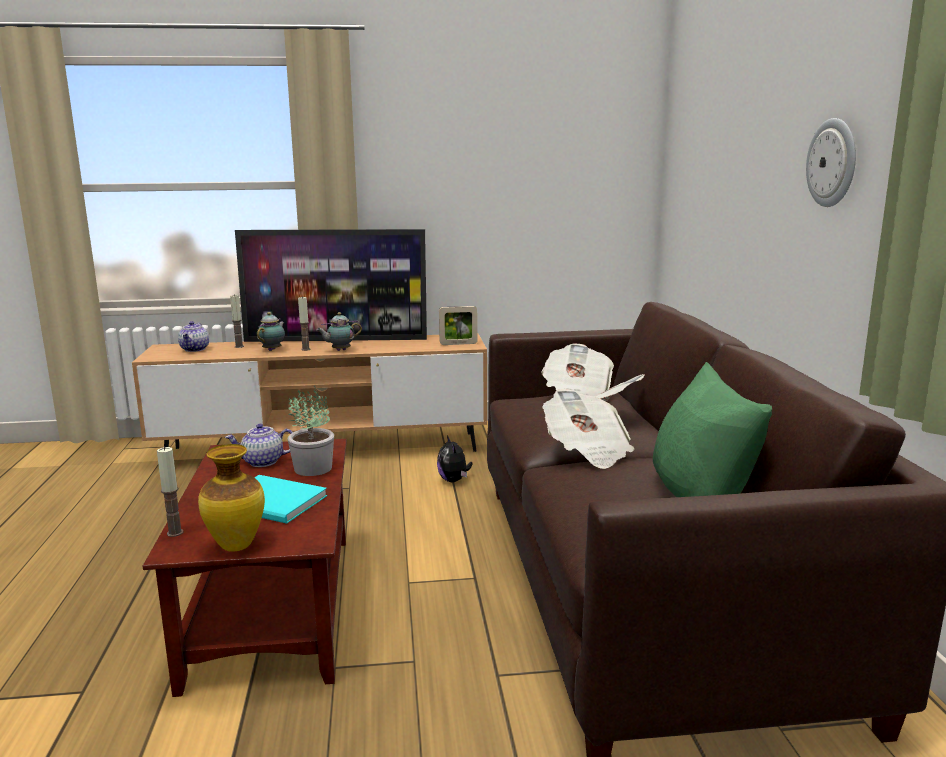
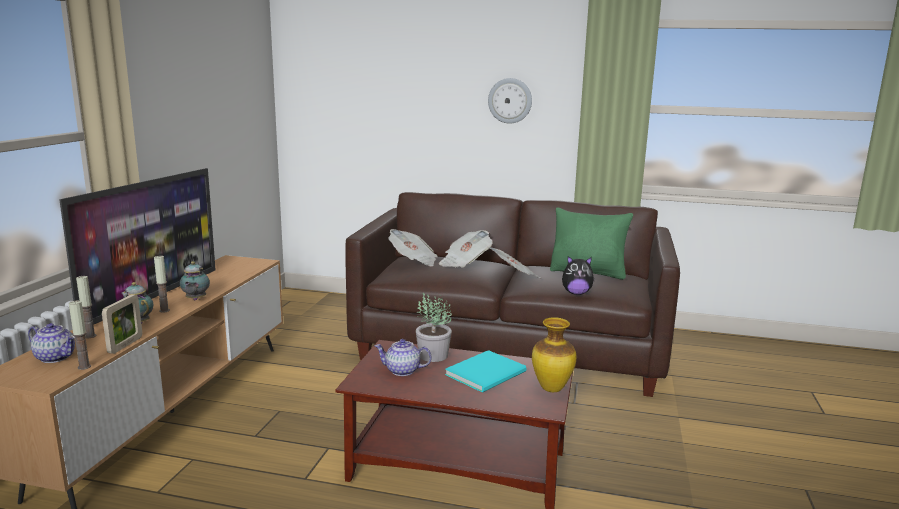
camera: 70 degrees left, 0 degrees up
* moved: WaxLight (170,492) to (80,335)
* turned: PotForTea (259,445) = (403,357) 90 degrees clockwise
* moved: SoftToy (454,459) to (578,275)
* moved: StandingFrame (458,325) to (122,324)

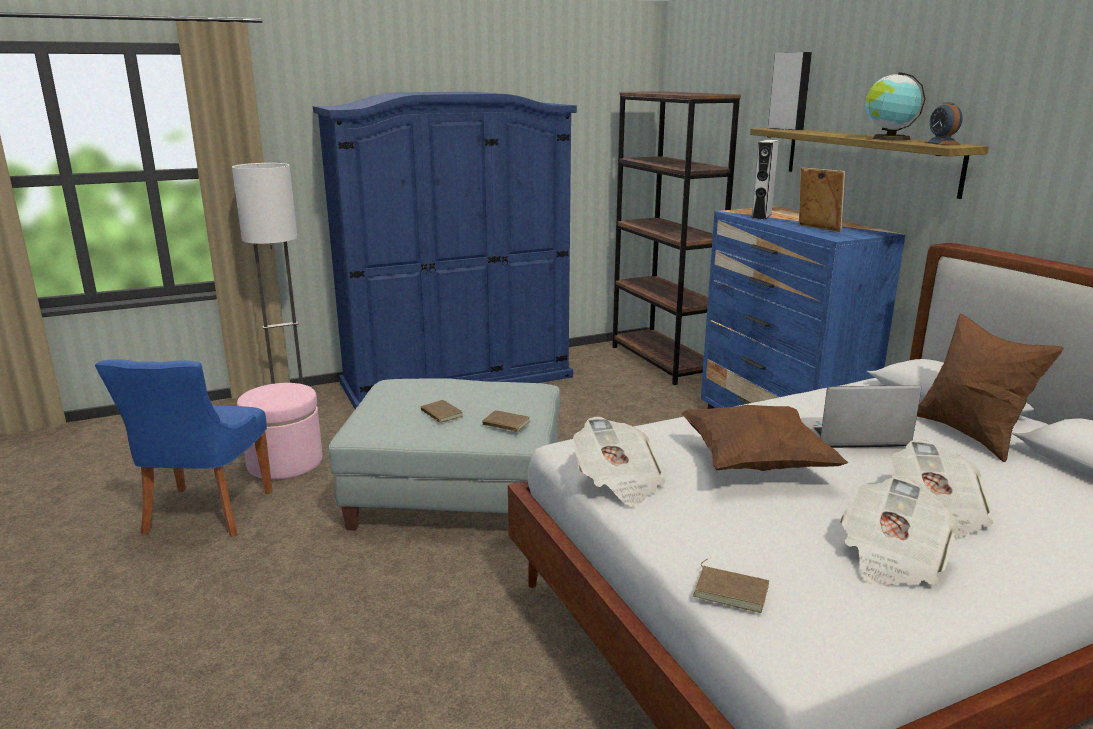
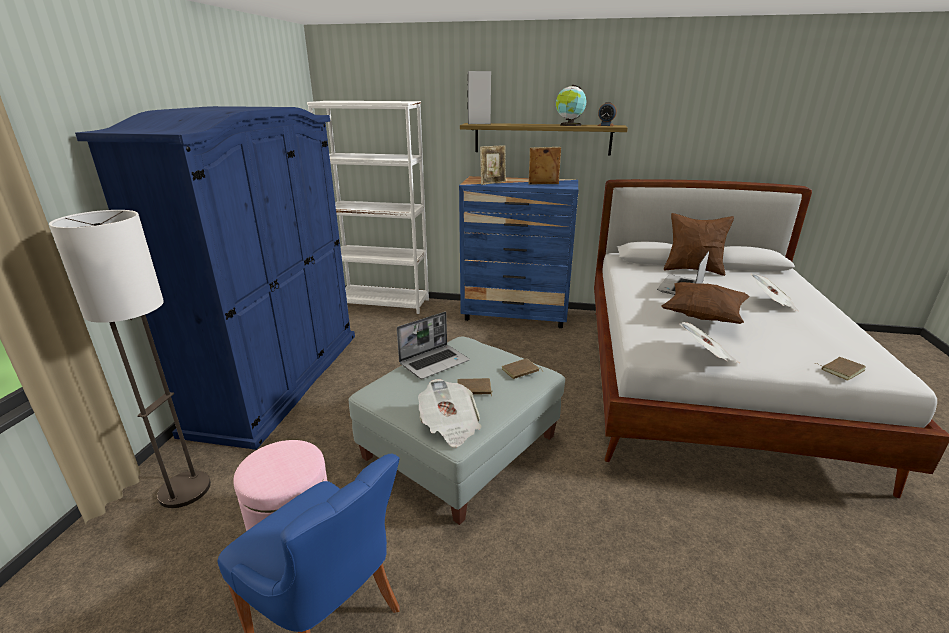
camera: 55 degrees left, 5 degrees up
* recoloured: BrownColouredShelvingUnit (676,238) to WhiteColouredShelvingUnit (368,207)
* replaced: GreyishAudioSpeaker (765,180) to StandingFrame (493,165)
* moved: DailyPaper (899,531) to (449,413)
* added: NotebookComputer (433,345)

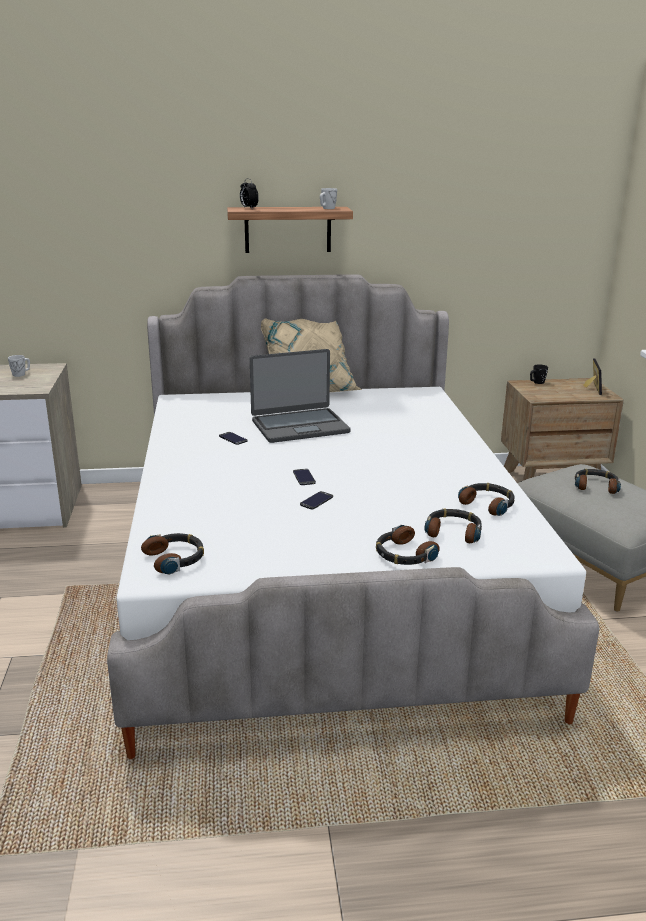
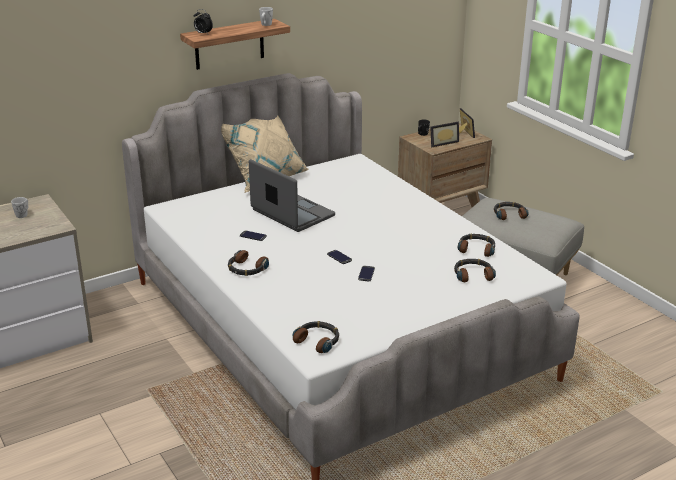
camera: 25 degrees left, 5 degrees up
* turned: NotebookComputer (300,396) = (292,195) 90 degrees counterclockwise
* moved: Headphones (408,545) to (248,263)
* added: StandingFrame (444,134)

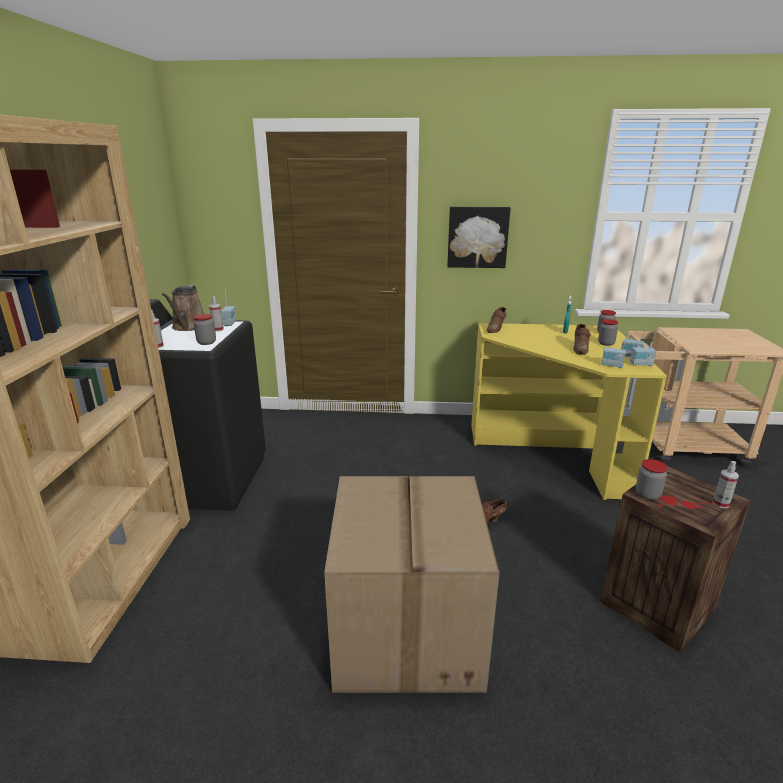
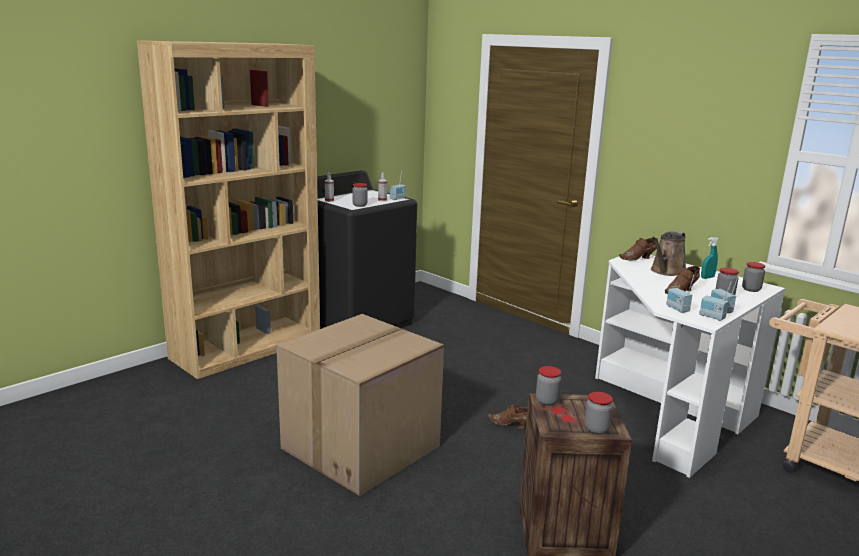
camera: 40 degrees right, 5 degrees down
* moved: BrownColouredWateringPot (183,308) to (668,253)
* removed: Picture (479,237)
* recoloured: YellowColouredDesk (569,411) to WhiteColouredDesk (690,366)
* replaced: HandSprayer (725,485) to StorageJar (599,413)

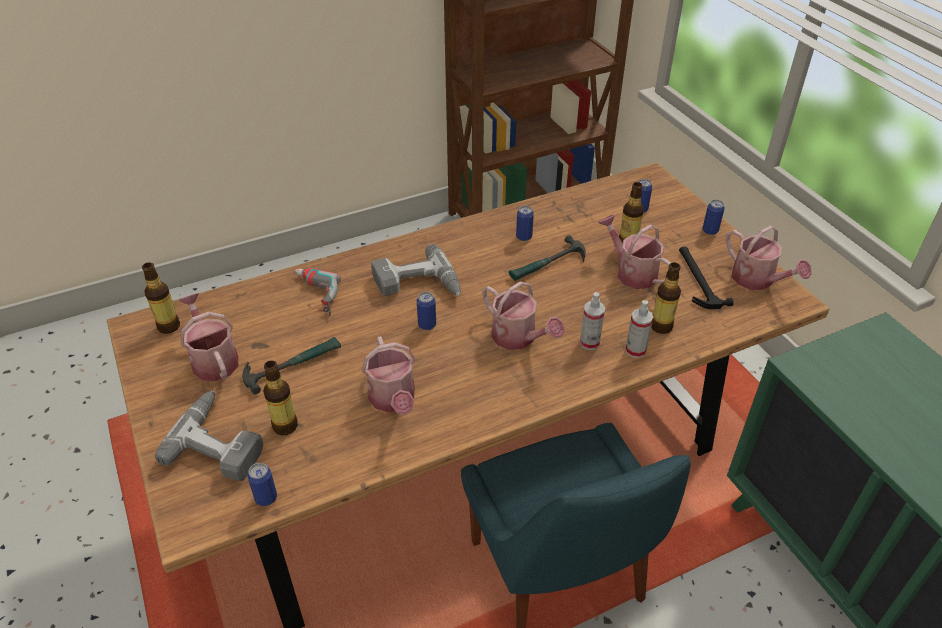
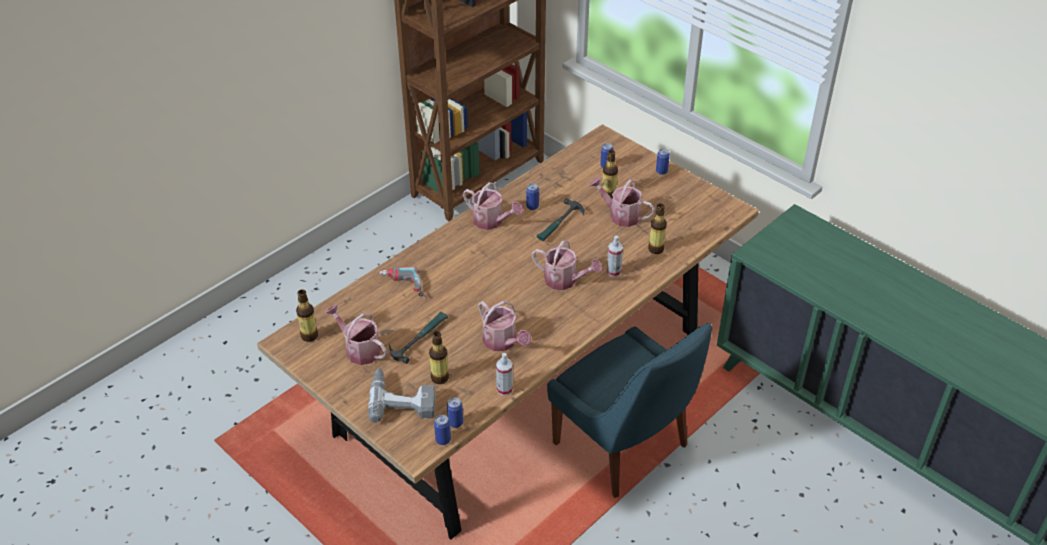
camera: 20 degrees left, 0 degrees up
* removed: Drill (416,270)
* moved: Can (426,311) to (442,430)
* moved: HandSprayer (639,329) to (504,374)
* removed: HandHammer (706,278)
* moved: WateringPot (769,258) to (493,206)

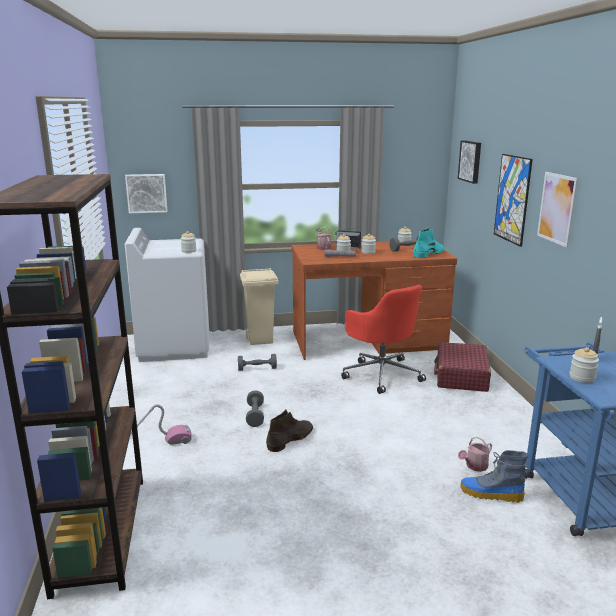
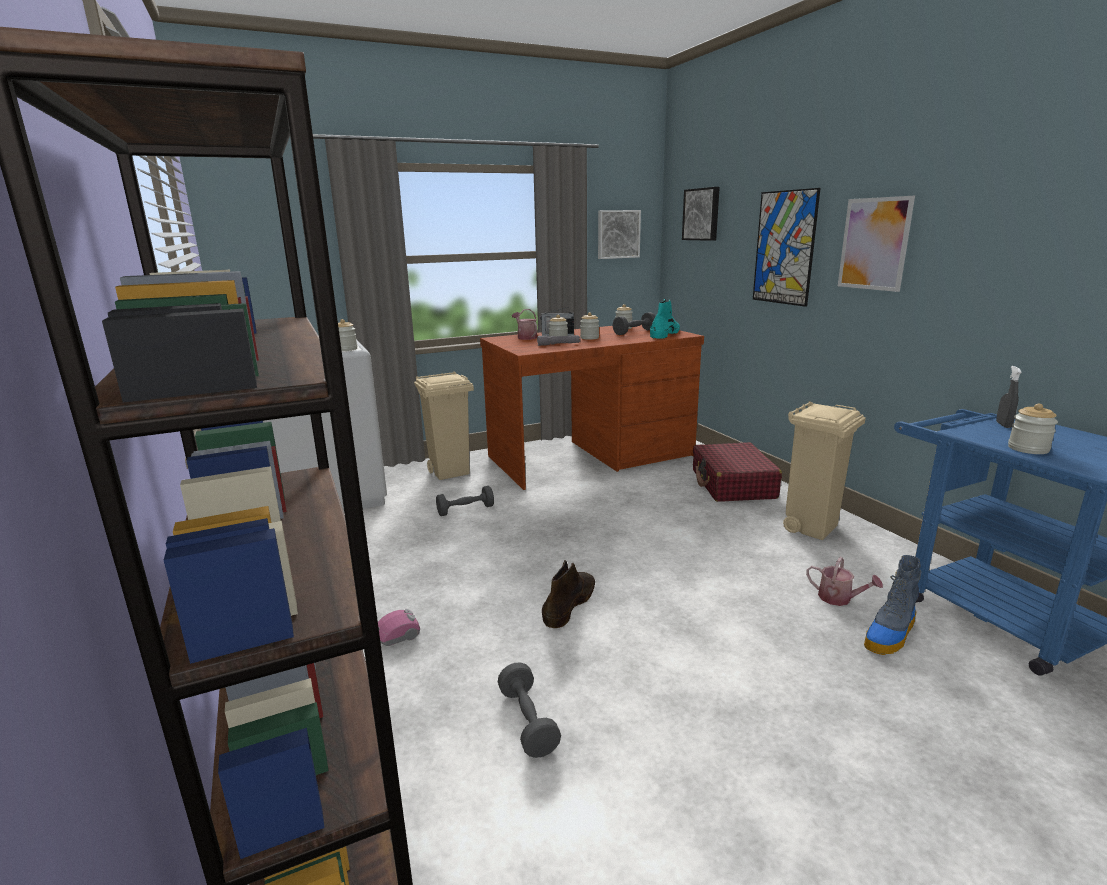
camera: 15 degrees left, 0 degrees up
* moved: Picture (146,193) to (619,234)
* moved: GreyishDumbbell (255,408) to (529,710)
* removed: RedDeskChair (383,339)
* turned: WateringPot (475,454) = (844,581) 90 degrees counterclockwise
* turned: HighTopBoot (494,476) = (892,605) 45 degrees counterclockwise
* added: SandColouredTrashCan (824,470)

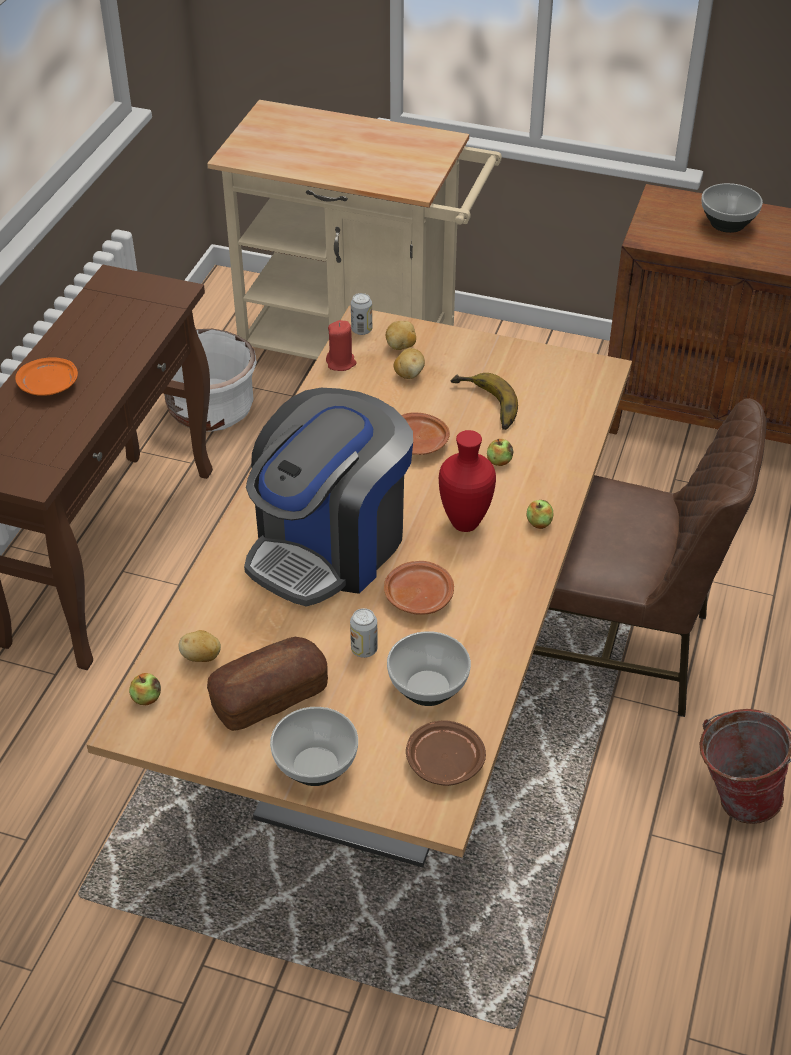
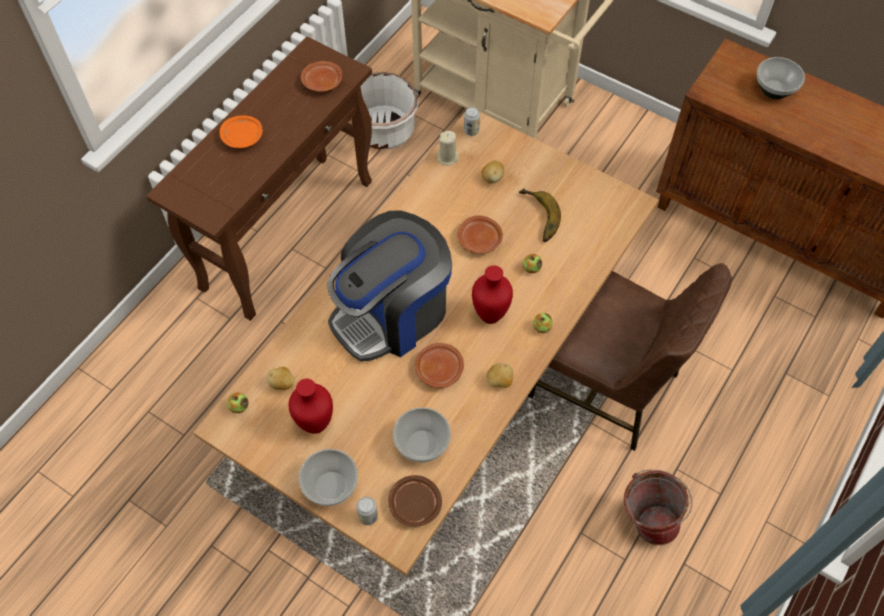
camera: 15 degrees right, 15 degrees up
* replaced: BakeryBread (267,684) to RedVase (310,406)
* recoloured: RedWaxLight (341,345) to SandColouredWaxLight (448,148)
* moved: Can (364,633) to (367,511)
* moved: WholePotato (401,335) to (500,375)
* added: BrownColouredFlatDish (321,76)

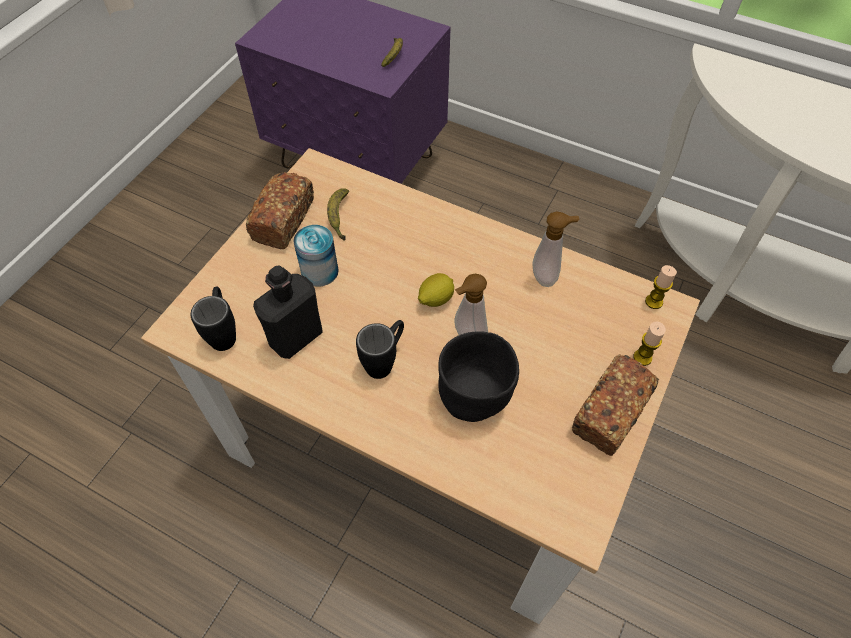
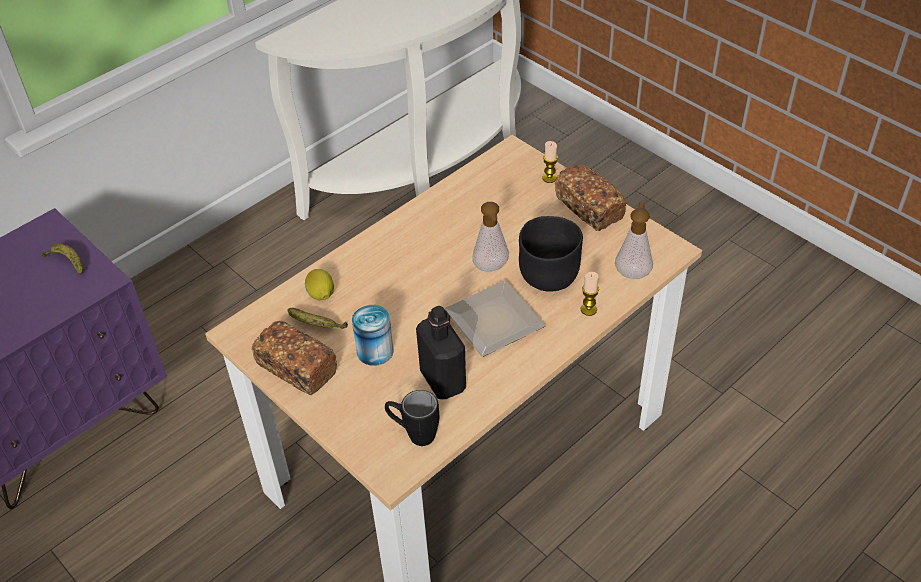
camera: 70 degrees left, 10 degrees down
* replaced: BlackishTeaMug (380,349) to FlatDish (495,318)
* moved: Lemon (436,290) to (319,284)
* moved: LiquidSoapBottle (555,249) to (634,240)
* moved: WaxLight (661,287) to (590,294)

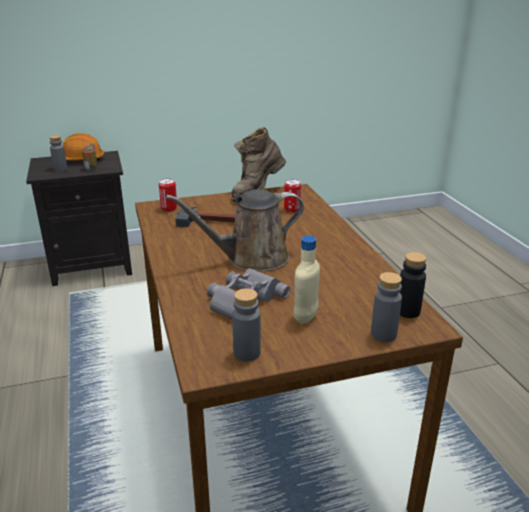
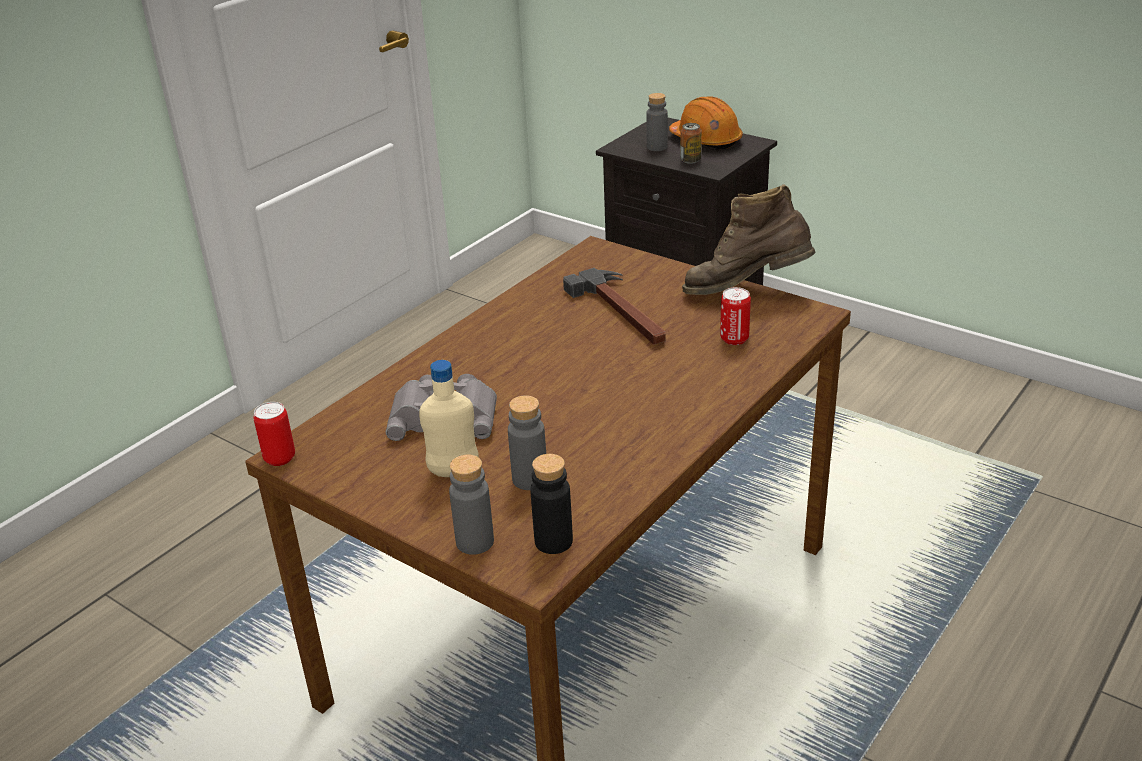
camera: 55 degrees right, 5 degrees up
* moved: Can (168,195) to (274,434)
* removed: BrownColouredWateringPot (235,230)
* moved: GreyishBottle (246,325) to (527,442)

